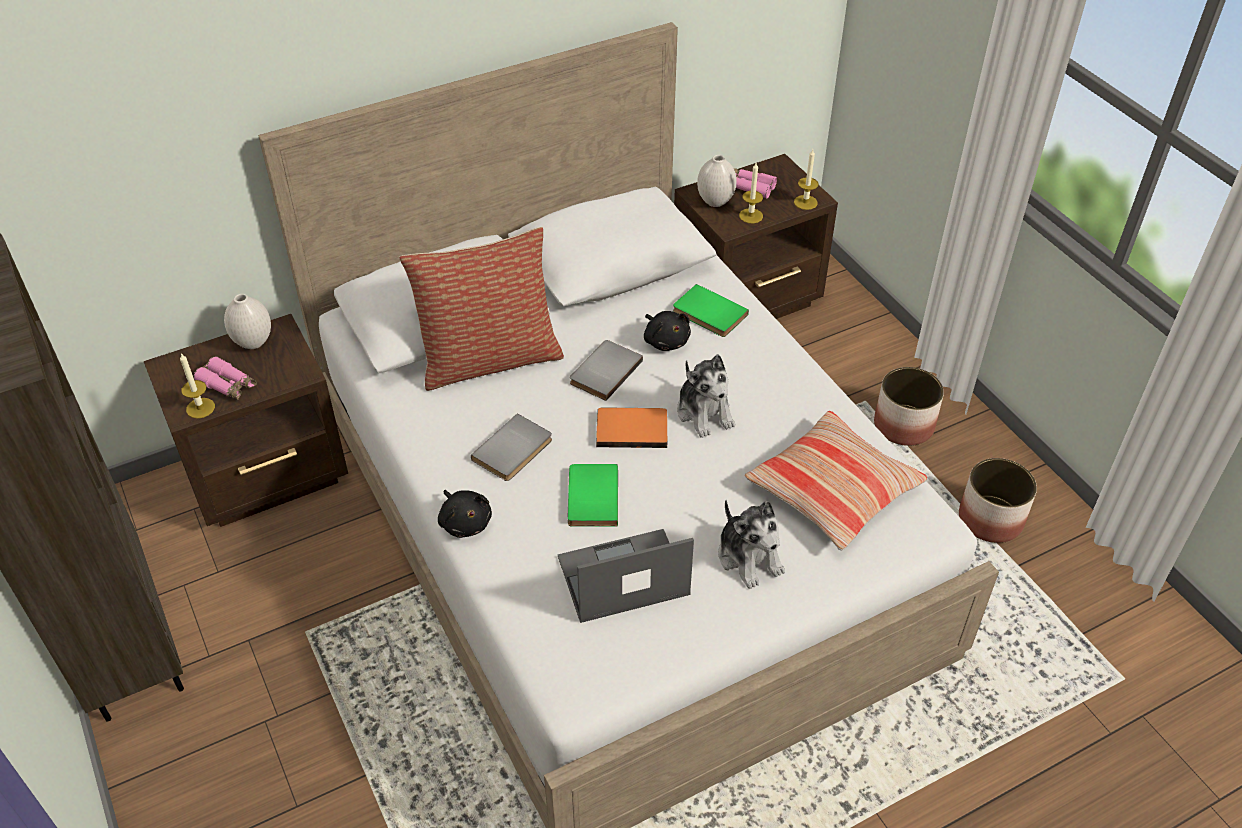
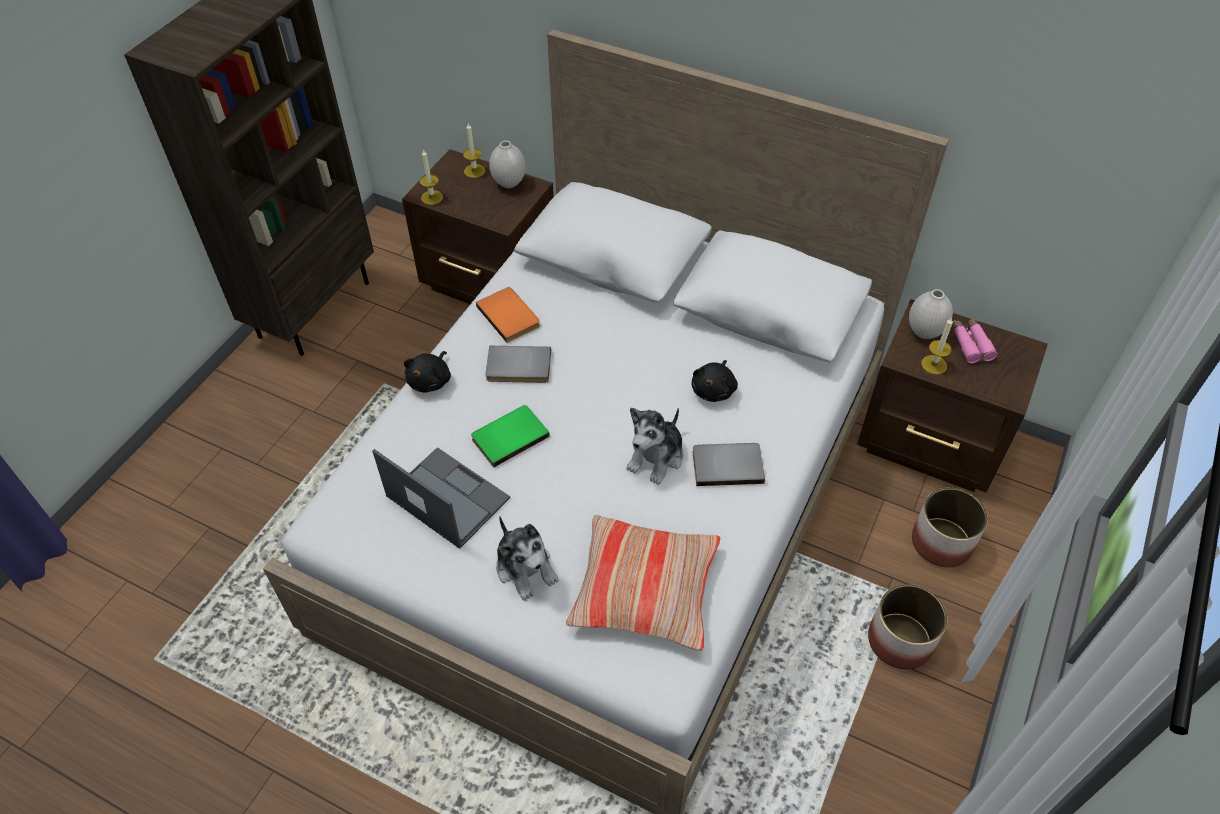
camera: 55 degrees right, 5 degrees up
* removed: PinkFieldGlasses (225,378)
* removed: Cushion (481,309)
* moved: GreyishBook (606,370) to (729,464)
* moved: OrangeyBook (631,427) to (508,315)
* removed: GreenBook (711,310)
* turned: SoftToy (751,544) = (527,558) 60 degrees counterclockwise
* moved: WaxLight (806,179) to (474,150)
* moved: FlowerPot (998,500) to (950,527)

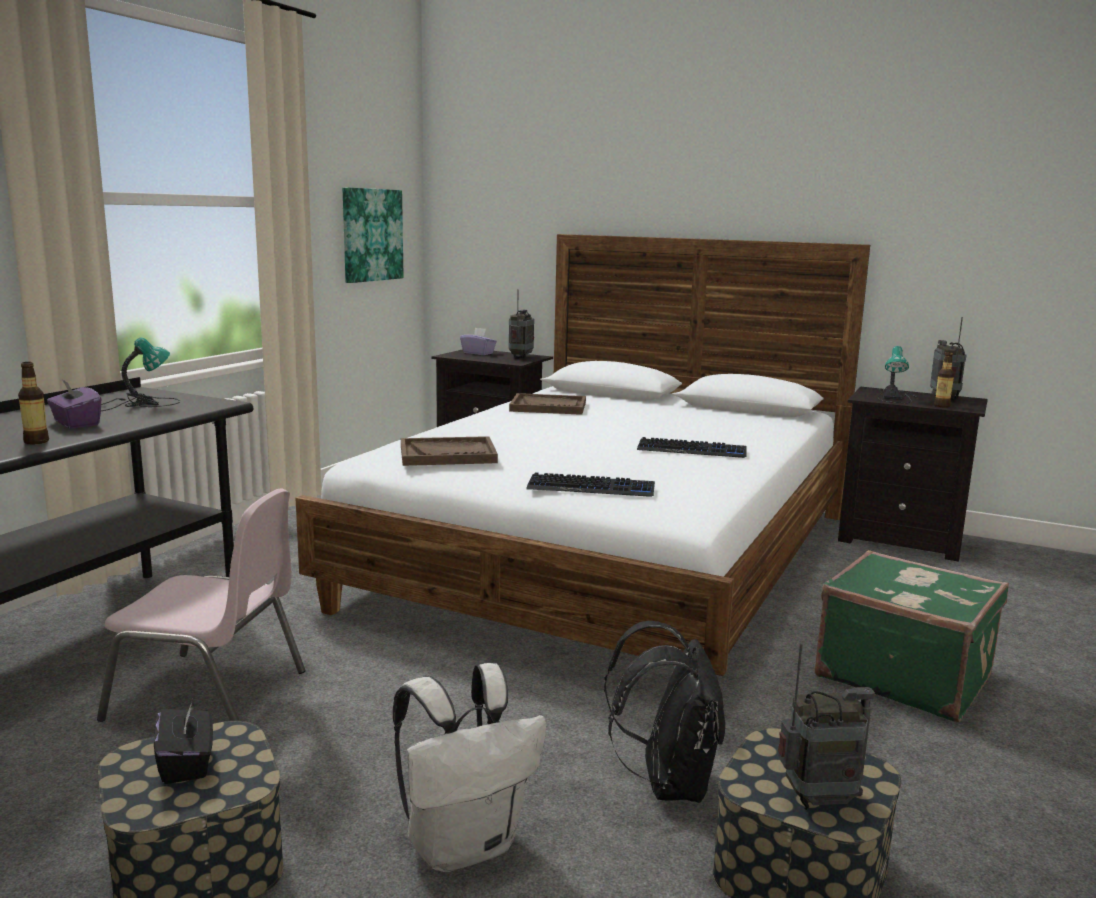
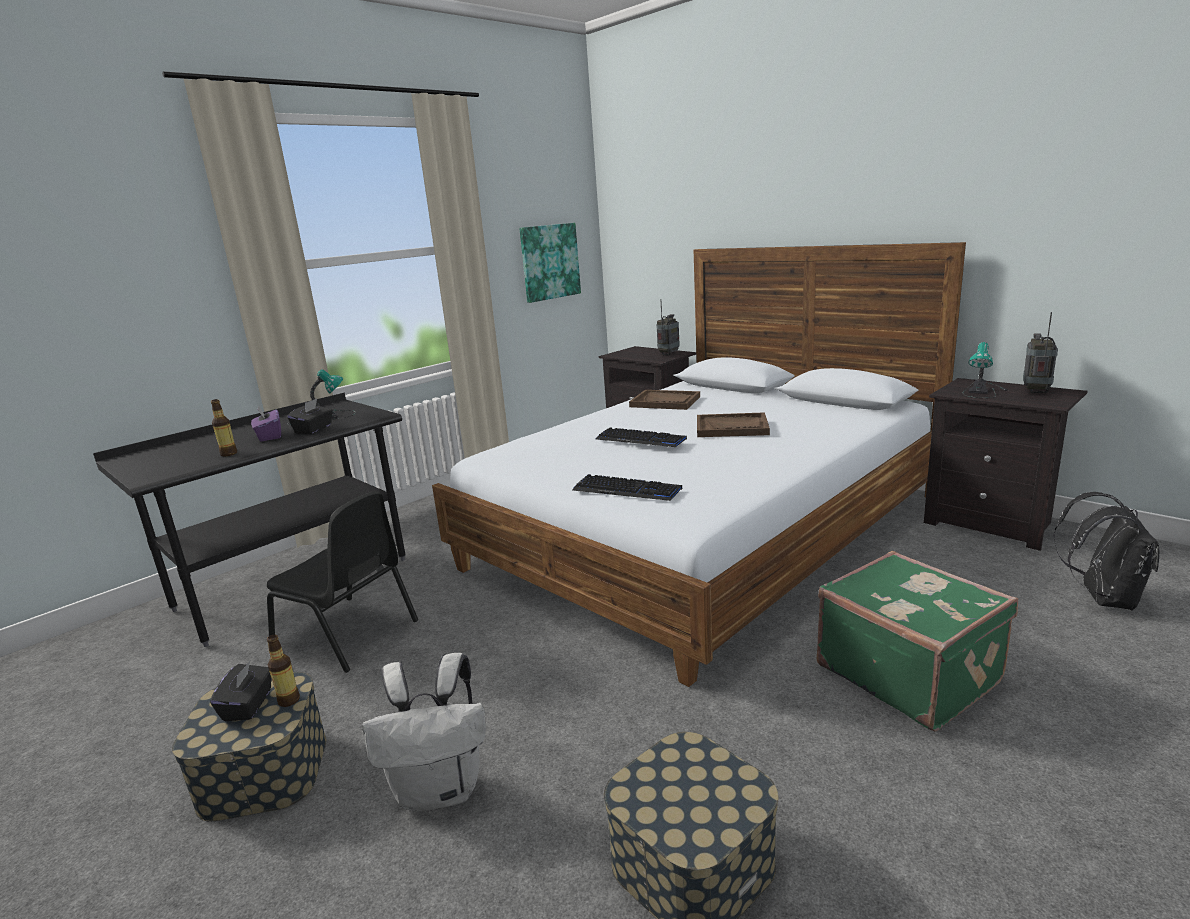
camera: 20 degrees right, 5 degrees up
* recoloured: PinkPlainChair (201,605) to BlackishPlainChair (342,582)
* moved: BrownColouredTray (449,451) to (733,424)
* removed: PurpleBoxOfTissues (478,341)
* moved: BlackishKnapsack (664,712) to (1106,551)
* moved: ComputerKeyboard (692,447) to (641,437)
* removed: RadioReceiver (826,726)
* moved: Bottle (944,380) to (283,671)
* added: BlackishBoxOfTissues (310,416)

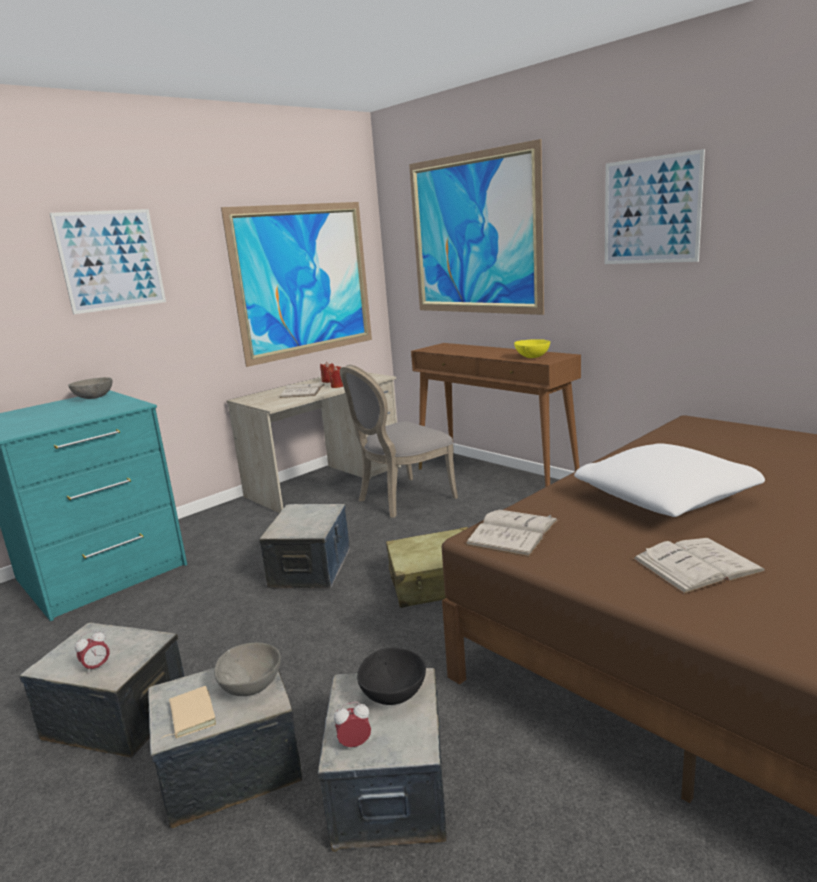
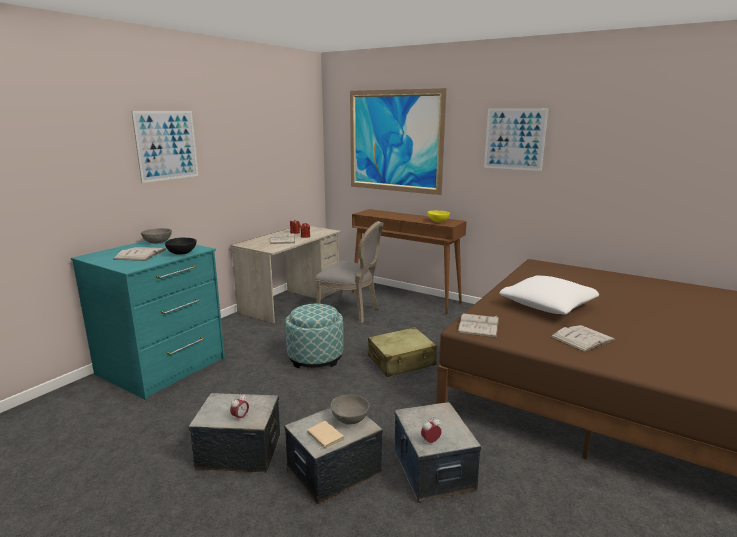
camera: 15 degrees left, 0 degrees up
* removed: Picture (296,284)
* replaced: StorageContainer (304,546) to Ottoman (315,336)
* turned: GreyishPlainChair (399,441) = (349,272) 105 degrees counterclockwise
* moved: BlackishServingBowl (391,676) to (181,246)
* added: WhiteColouredBook (140,254)

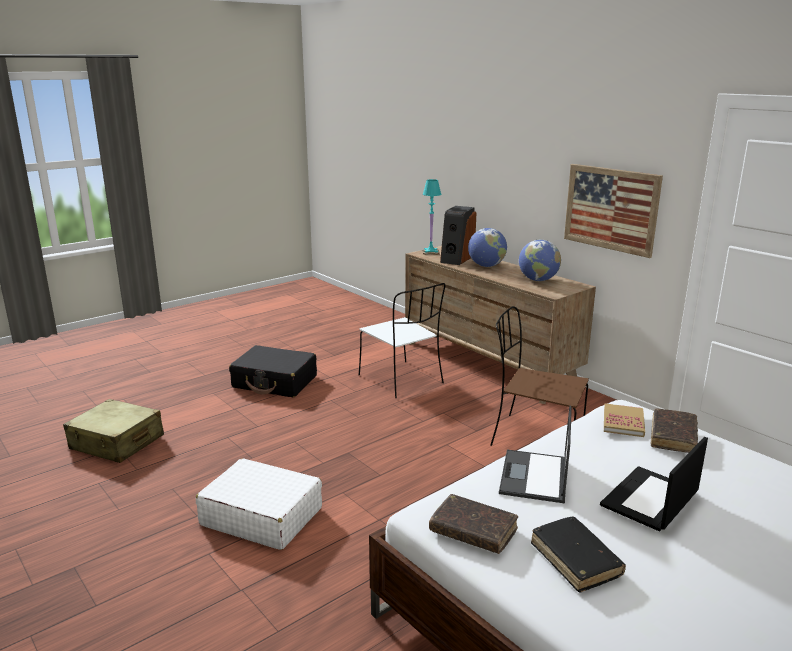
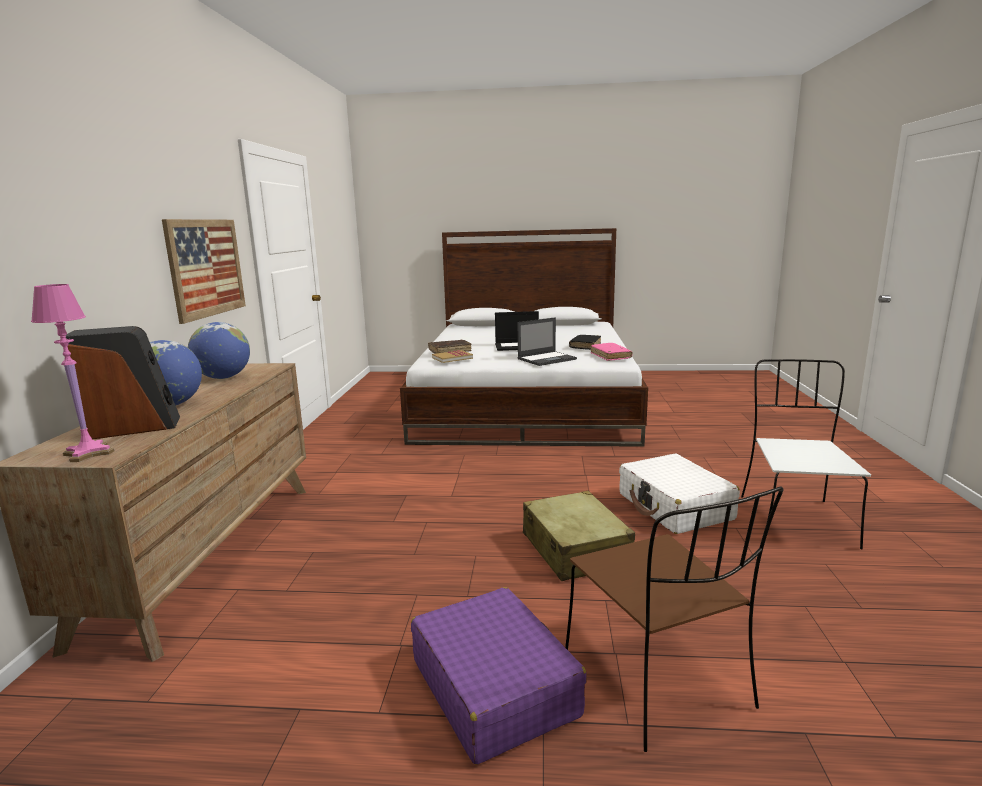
camera: 135 degrees left, 5 degrees down
* moved: SandColouredSuitcase (113,431) to (579,536)
* recoloured: BlackishSuitcase (273,371) to PurpleSuitcase (499,676)
* moved: WhiteColouredPlainChair (402,340) to (806,454)
* recoloured: BlueGreenTableLamp (431,217) to PinkTableLamp (73,373)
* recoloured: BrownColouredBook (473,524) to PinkBook (611,352)
* moved: BrownColouredPlainChair (539,376) to (674,619)

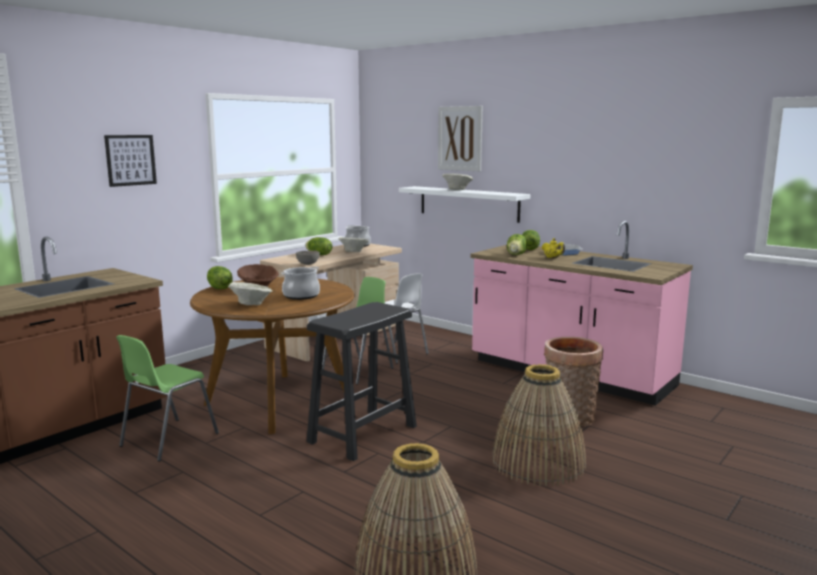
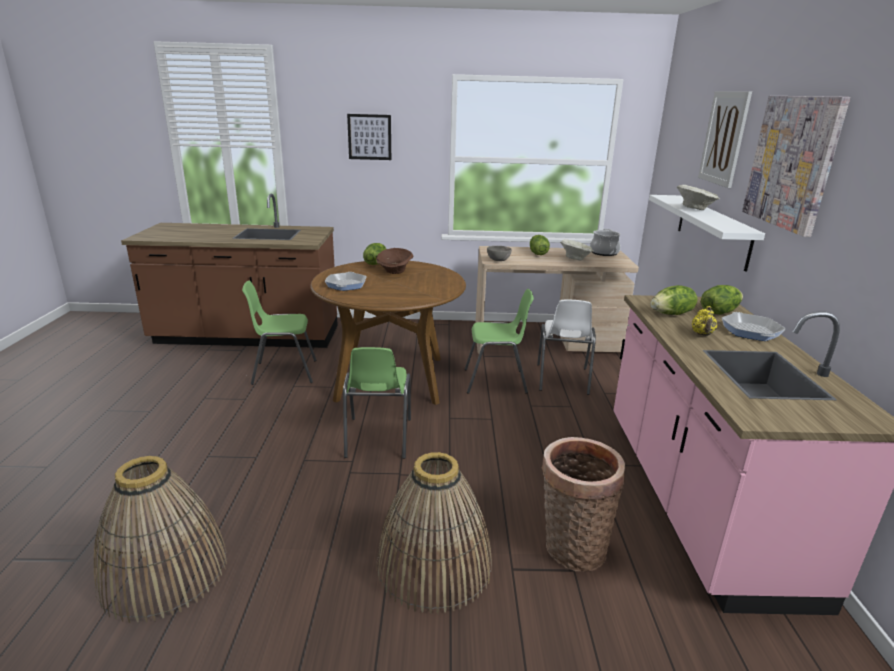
camera: 50 degrees right, 10 degrees up
* replaced: SandColouredServingBowl (250,293) to Pan (346,281)
* removed: Stockpot (300,283)
* replaced: BlackishStool (361,381) to GreenPlainChair (377,403)
* added: Picture (796,166)

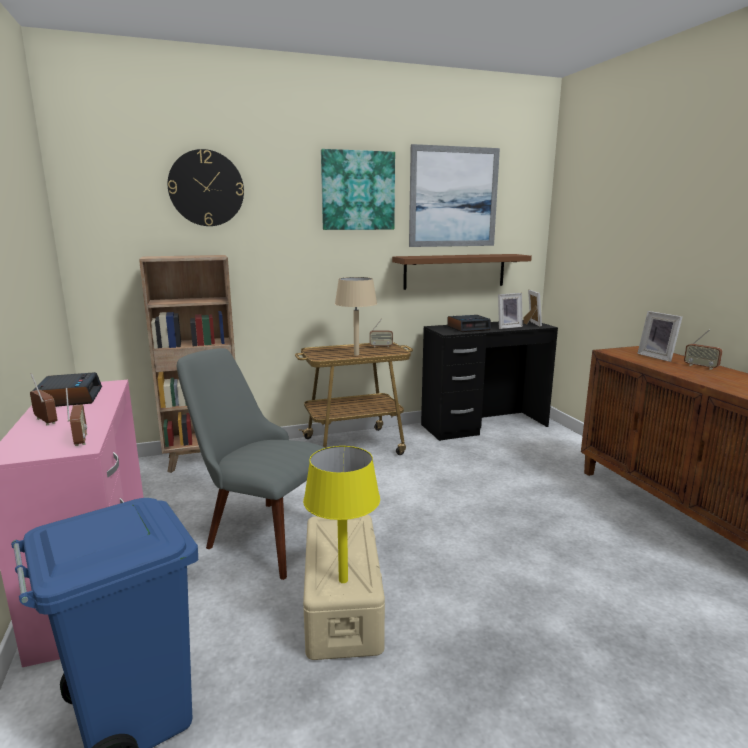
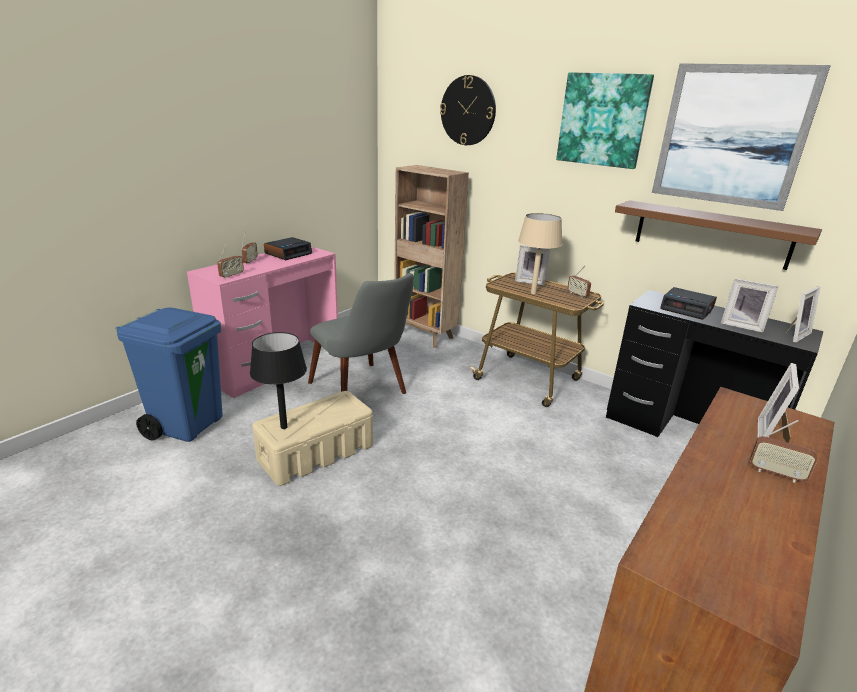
camera: 55 degrees right, 10 degrees up
* turned: GreyishPlainChair (251,464) = (361,333) 150 degrees clockwise
* recoloured: YellowColouredTableLamp (341,514) to BlackishTableLamp (278,380)
* turned: RadioReceiver (703,350) = (783,451) 75 degrees counterclockwise
* added: StandingFrame (532,265)

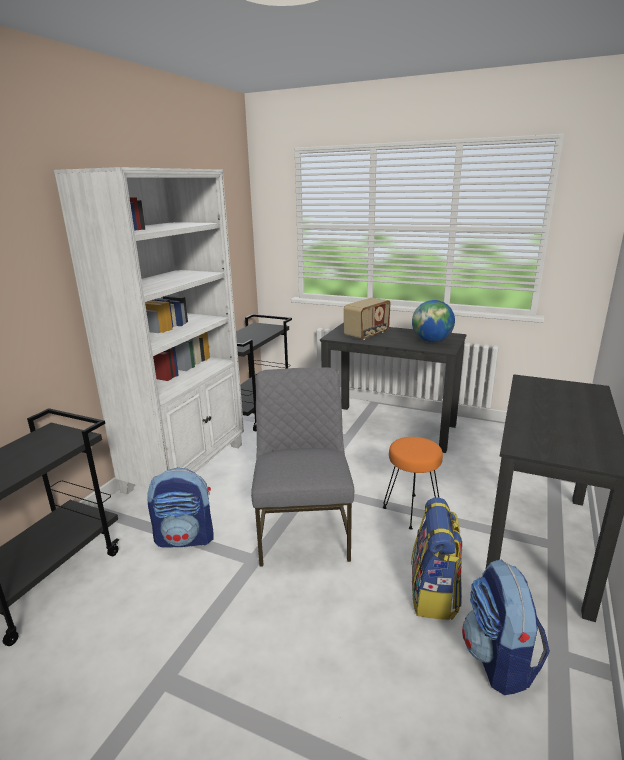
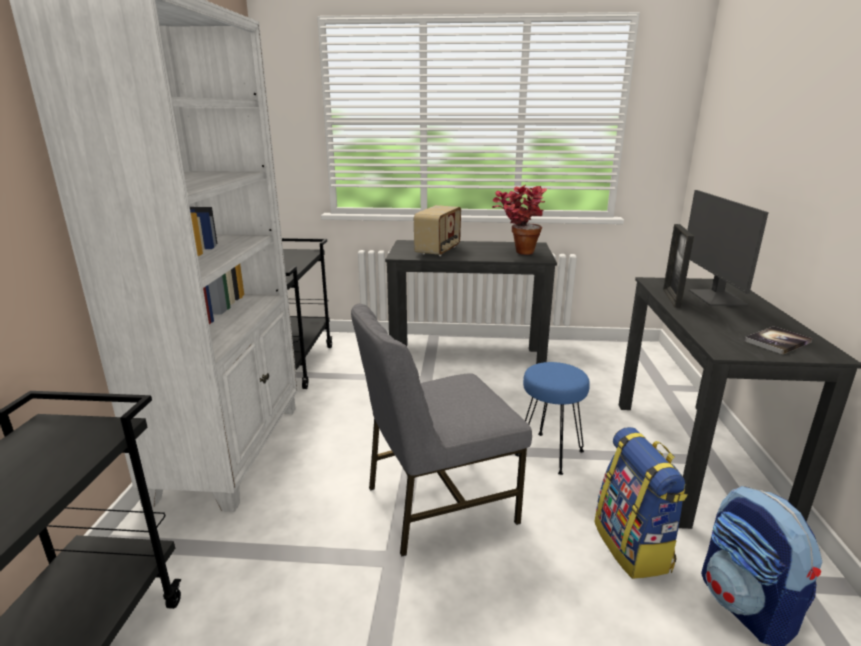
camera: 20 degrees left, 0 degrees up
* removed: Knapsack (180,508)
* turned: GreyishPlainChair (302,467) = (441,430) 90 degrees counterclockwise
* recoloured: OrangeyStool (413,483) to BluishStool (552,418)
* replaced: Globe (433,321) to PottedPlant (519,220)
* added: StandingFrame (678,266)
* added: Monitor (728,248)
* added: Book (778,340)

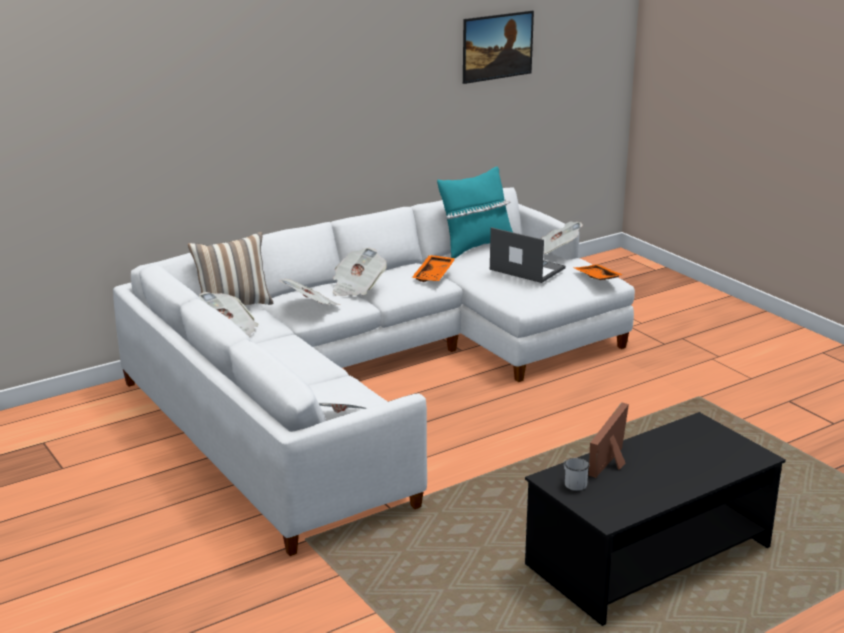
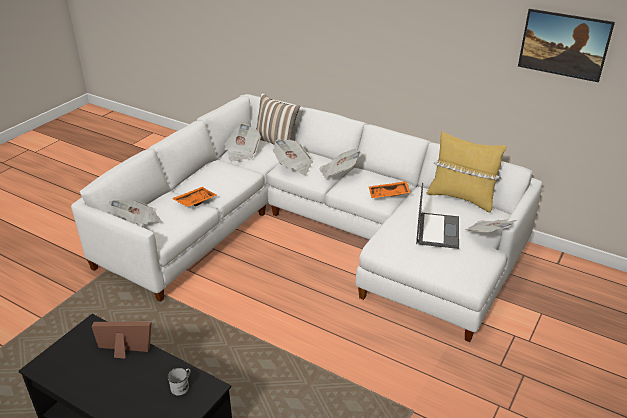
camera: 65 degrees right, 10 degrees up
* recoloured: BlueGreenCushion (475,212) to YellowColouredCushion (466,172)
* moved: WhiteColouredTeaMug (576,474) to (179,381)
* moved: OrangeyTray (598,272) to (194,197)

